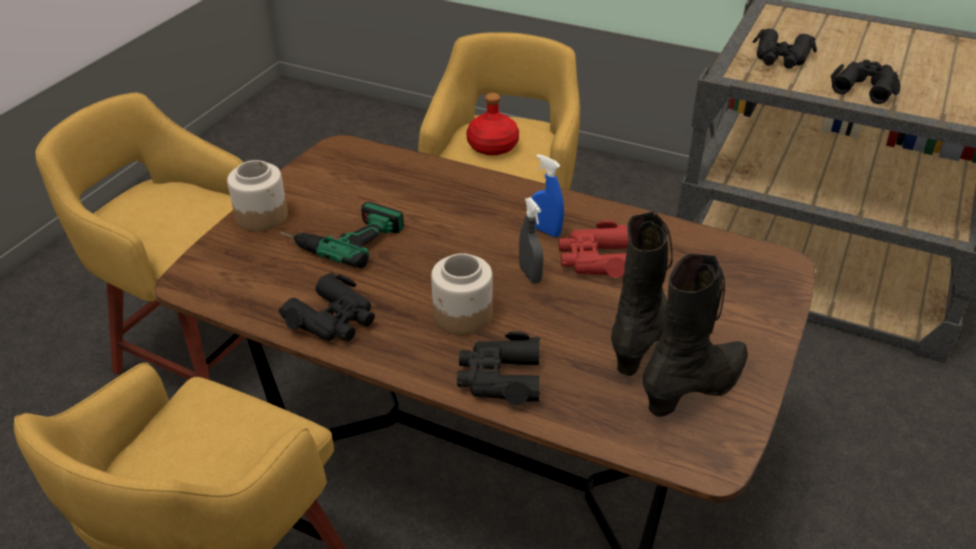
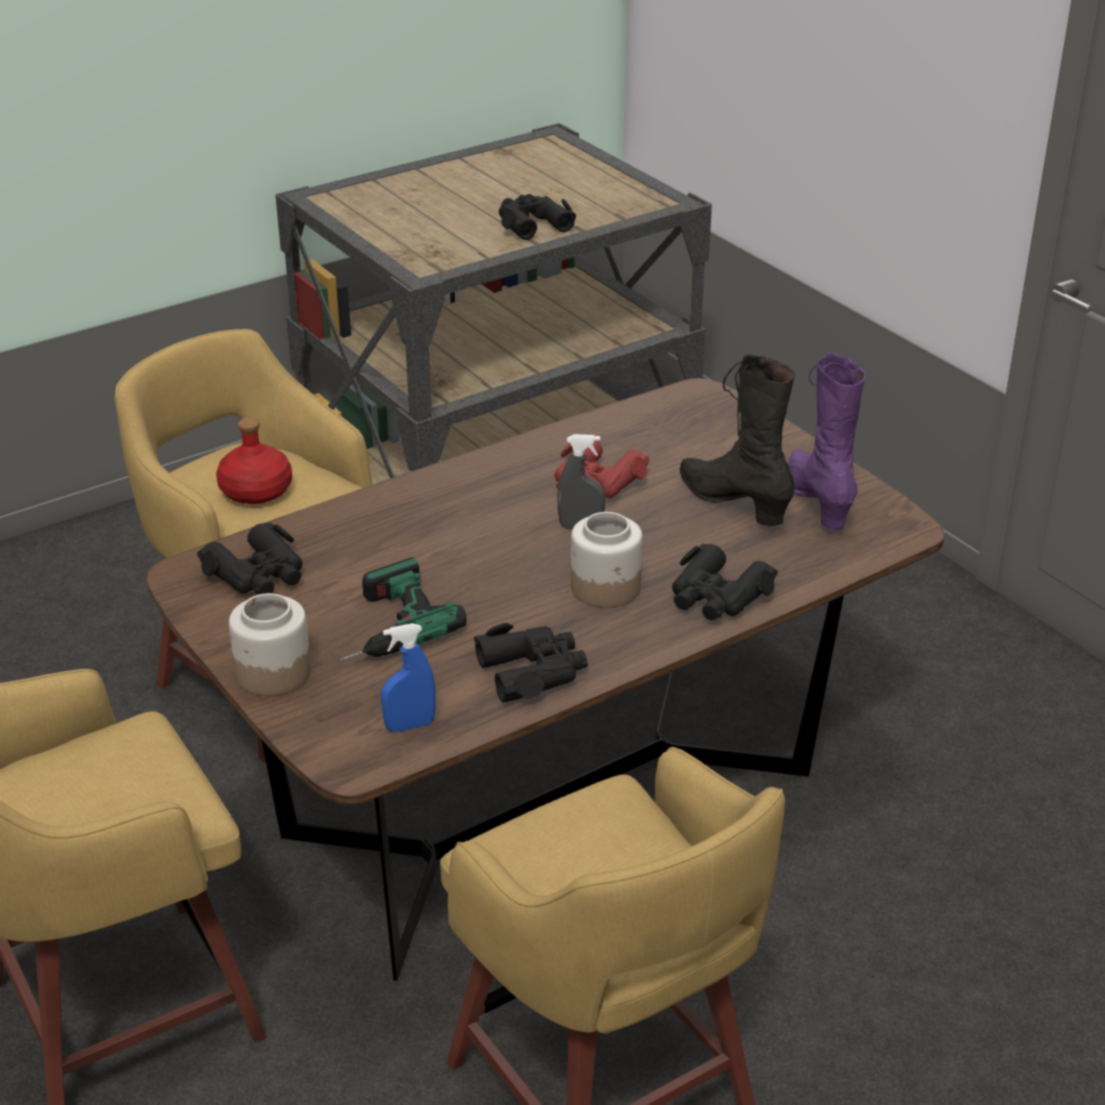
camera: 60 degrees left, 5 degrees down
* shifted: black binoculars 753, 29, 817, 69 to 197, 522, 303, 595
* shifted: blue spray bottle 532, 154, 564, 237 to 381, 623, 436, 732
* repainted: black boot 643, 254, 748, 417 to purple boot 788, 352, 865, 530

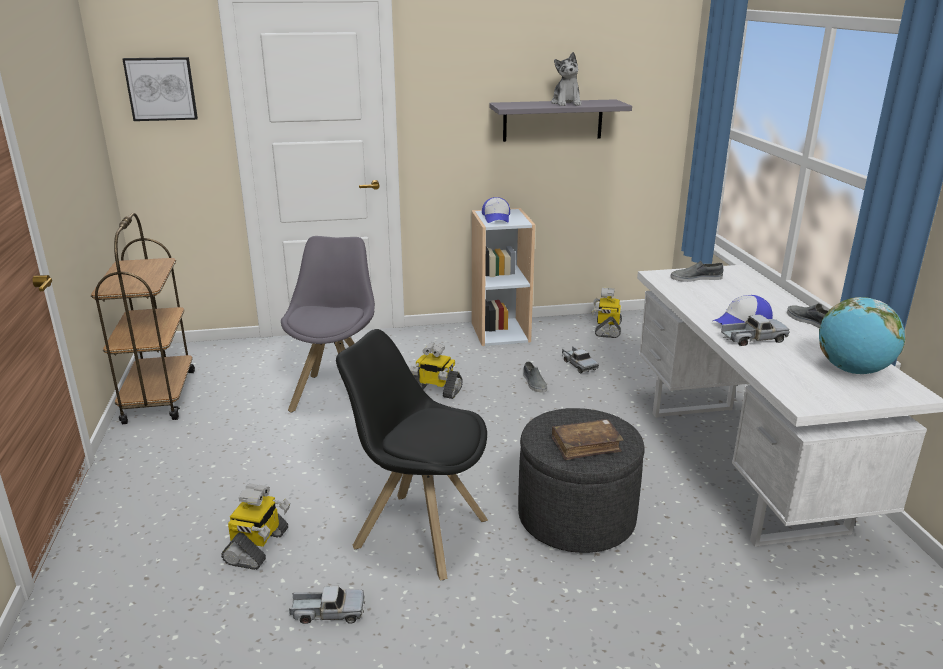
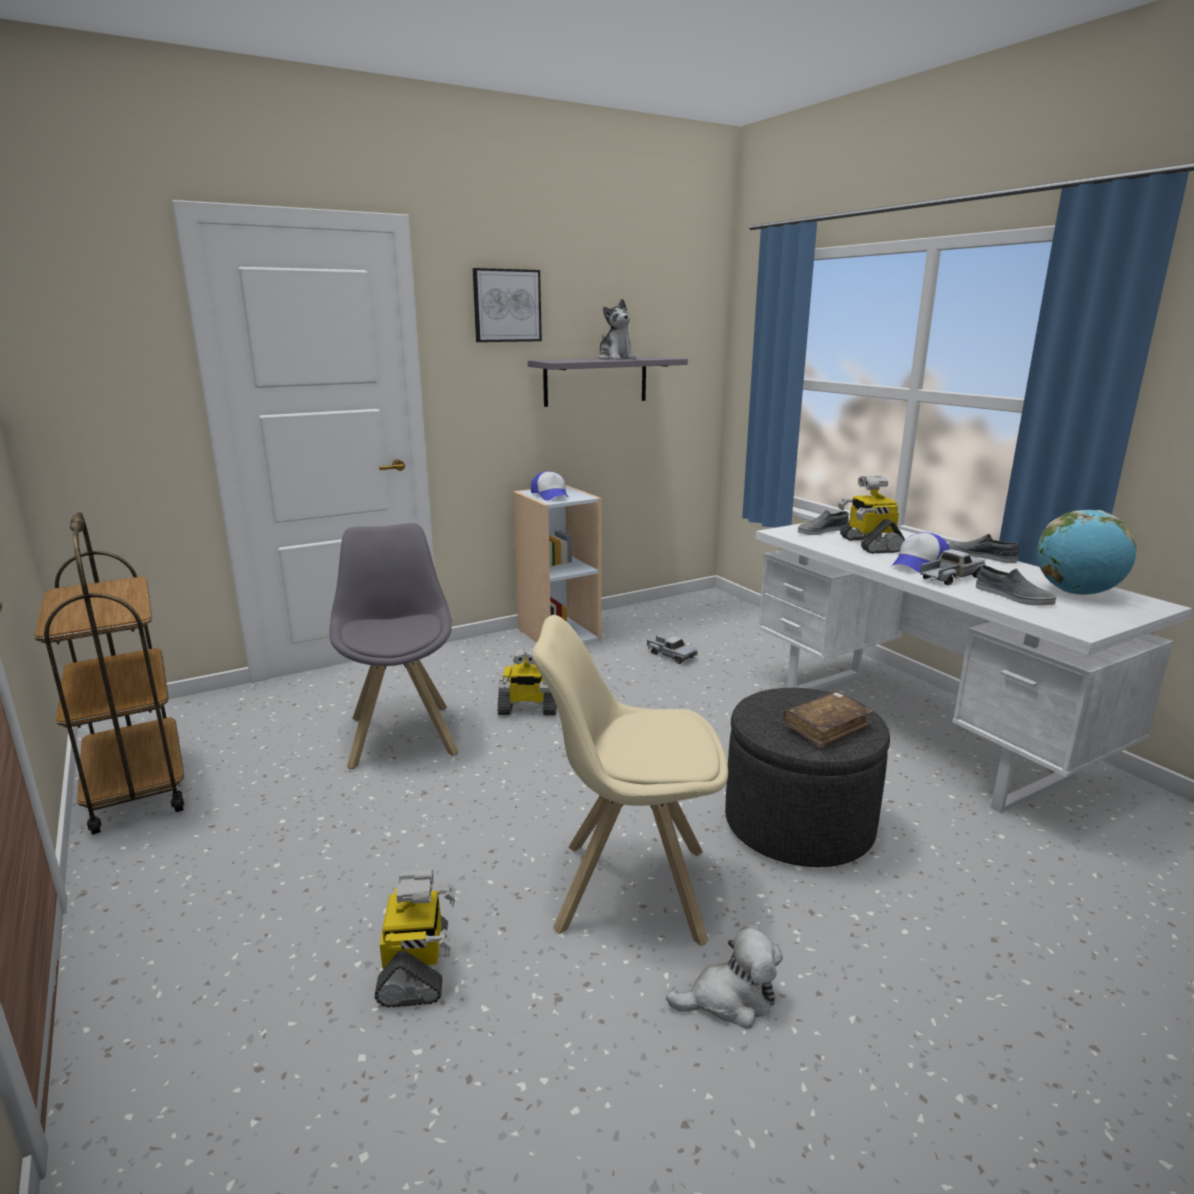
camera: 20 degrees left, 5 degrees down
* shifted: picture 123, 57, 198, 121 to 472, 268, 542, 342
* repainted: black chair 336, 329, 488, 581 to beige chair 532, 615, 728, 946
* new: plush toy 666, 925, 783, 1029
* shifted: toy robot 592, 287, 622, 338 to 838, 476, 905, 554
* shifted: grey shoe 523, 362, 547, 392 to 976, 565, 1056, 606
* gone: toy truck 289, 585, 365, 624

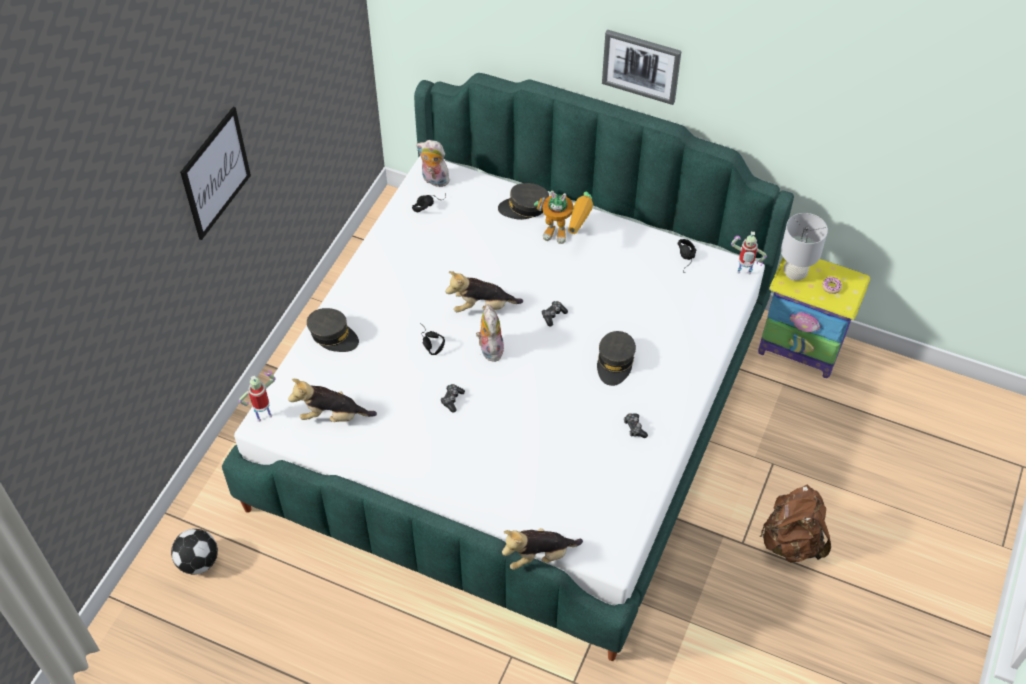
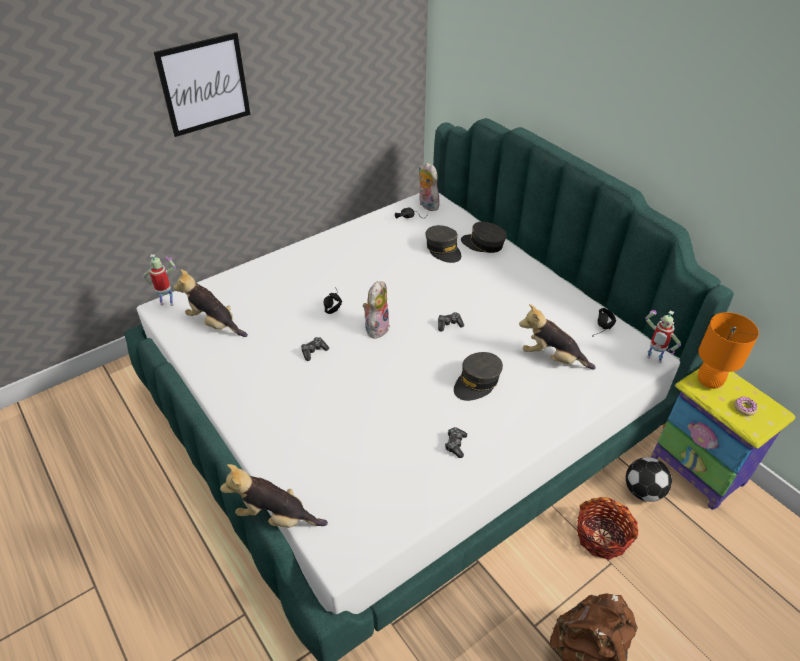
camera: 30 degrees right, 10 degrees down
* shifted: grey cap 307, 308, 359, 352 to 425, 225, 461, 263
* shifted: plush toy 446, 271, 523, 312 to 519, 304, 596, 369
* new: basket 577, 497, 638, 560
* shifted: football 171, 529, 218, 575 to 626, 457, 672, 502
* repainted: grey table lamp 781, 213, 828, 281 to orange table lamp 698, 312, 759, 389
* gone: toy robot 534, 191, 593, 244
* gone: picture 602, 30, 681, 105

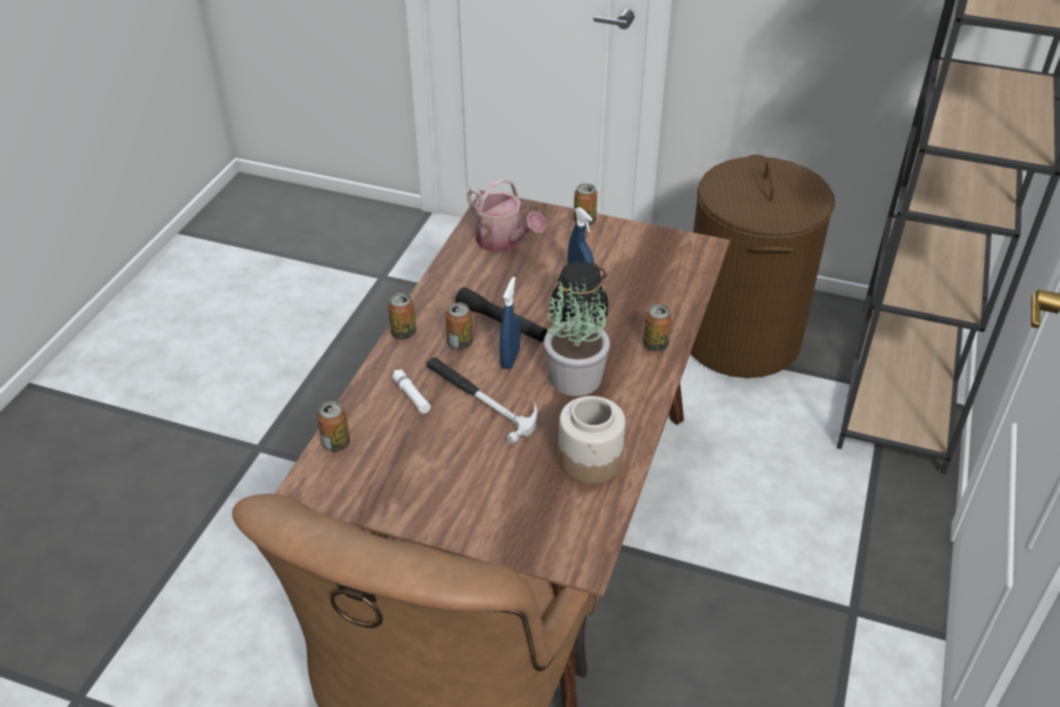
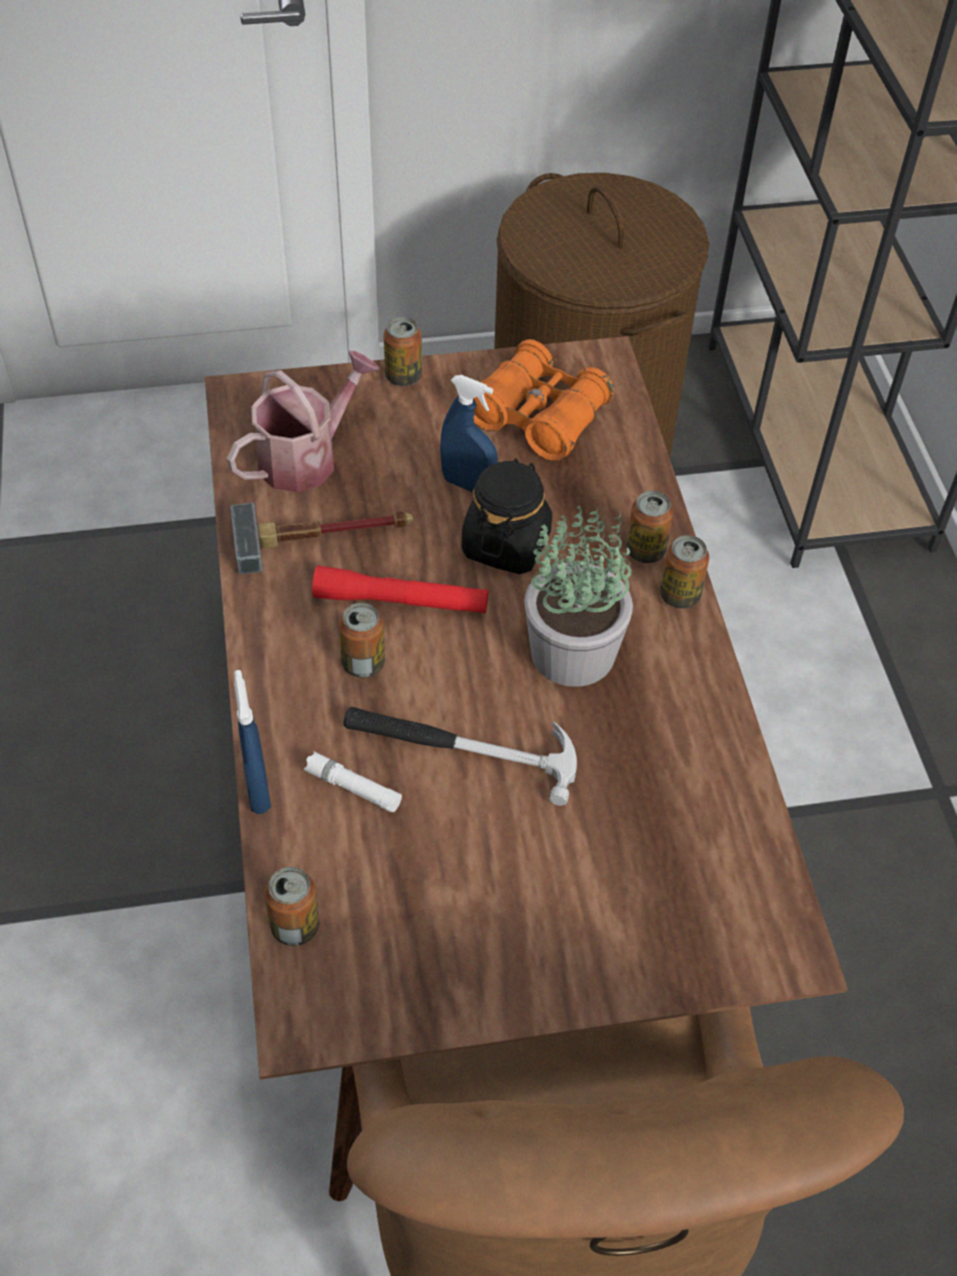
camera: 30 degrees left, 10 degrees up
* rotated: watering can 467, 179, 546, 252 = 227, 351, 380, 493 60 degrees counterclockwise
* new: hammer 230, 502, 413, 574
* shifted: blue spray bottle 500, 277, 520, 369 to 234, 670, 271, 814
* repainted: black flashlight 455, 287, 547, 342 to red flashlight 312, 566, 488, 614
* new: orange binoculars 473, 339, 615, 461
* shifted: can 388, 293, 416, 339 to 660, 535, 709, 609
* gone: jar 558, 396, 625, 484

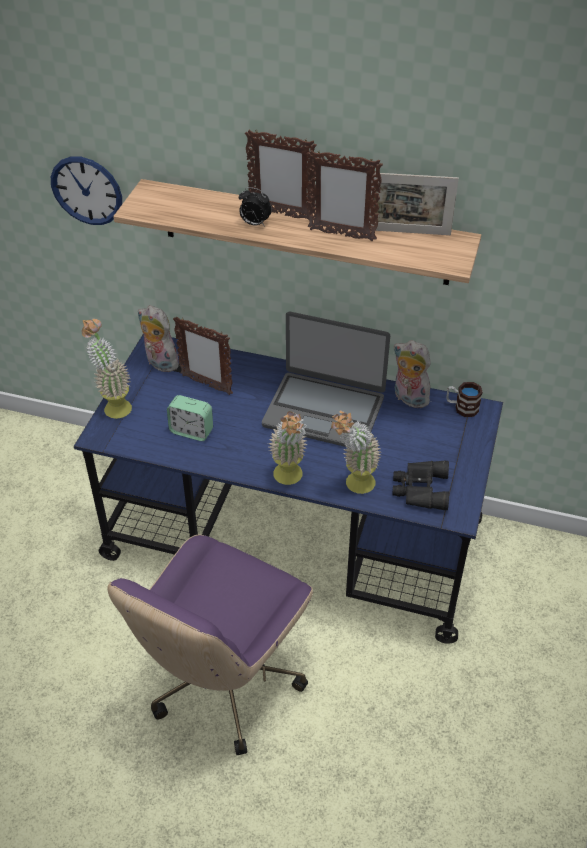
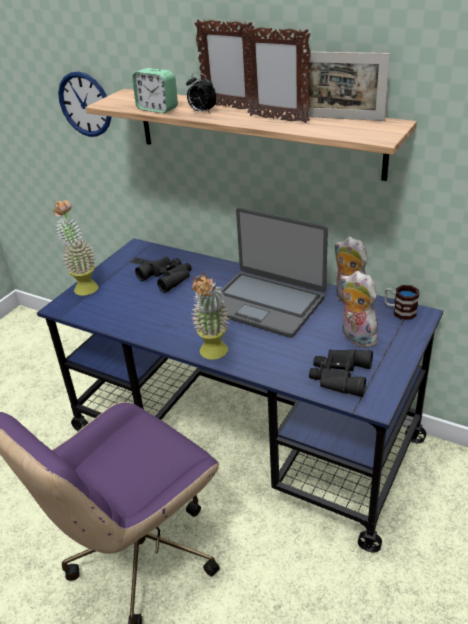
camera: 15 degrees right, 10 degrees down
* shifted: alarm clock 167, 395, 213, 441 to 132, 68, 178, 113
* swapped: picture frame 173, 316, 233, 395 to black binoculars 135, 256, 192, 293
* shifted: plush toy 138, 305, 179, 372 to 341, 271, 378, 348
* gone: potted plant 331, 410, 381, 494

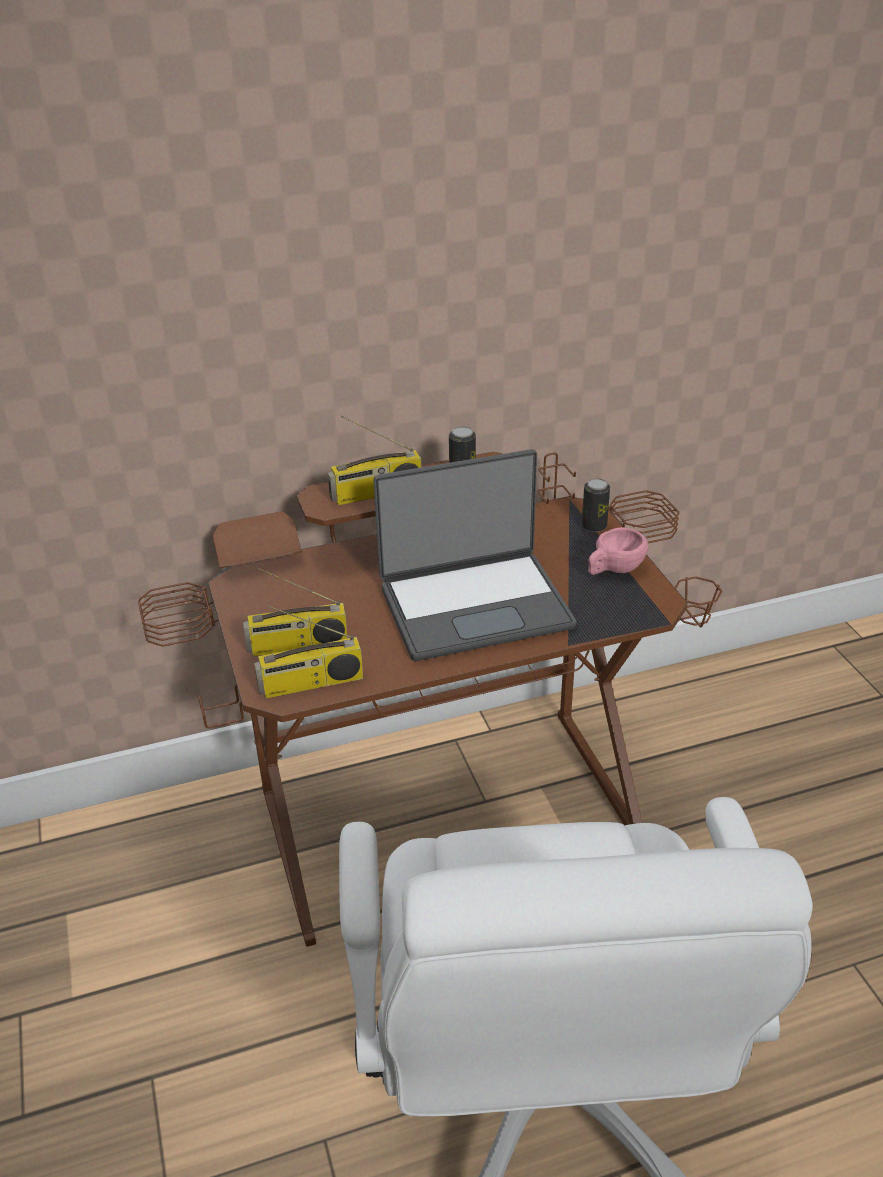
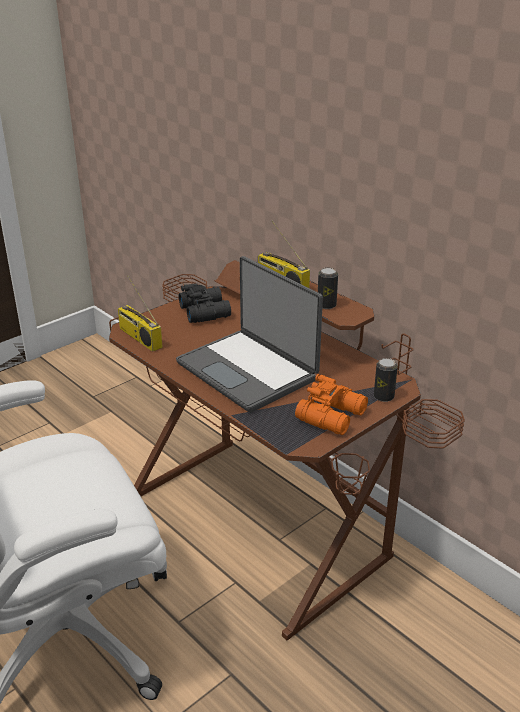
camera: 65 degrees right, 5 degrees down
* new: black binoculars 179, 283, 231, 323
* swapped: pink cup 588, 527, 648, 575 to orange binoculars 295, 374, 368, 435
* gone: radio 243, 567, 348, 657

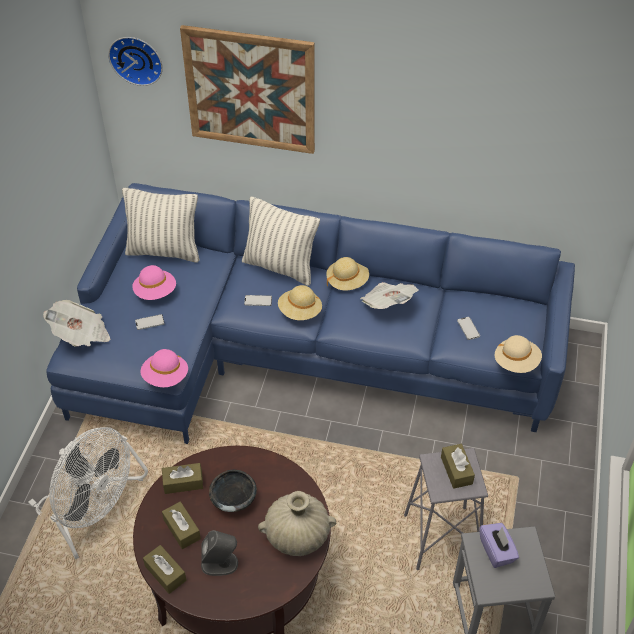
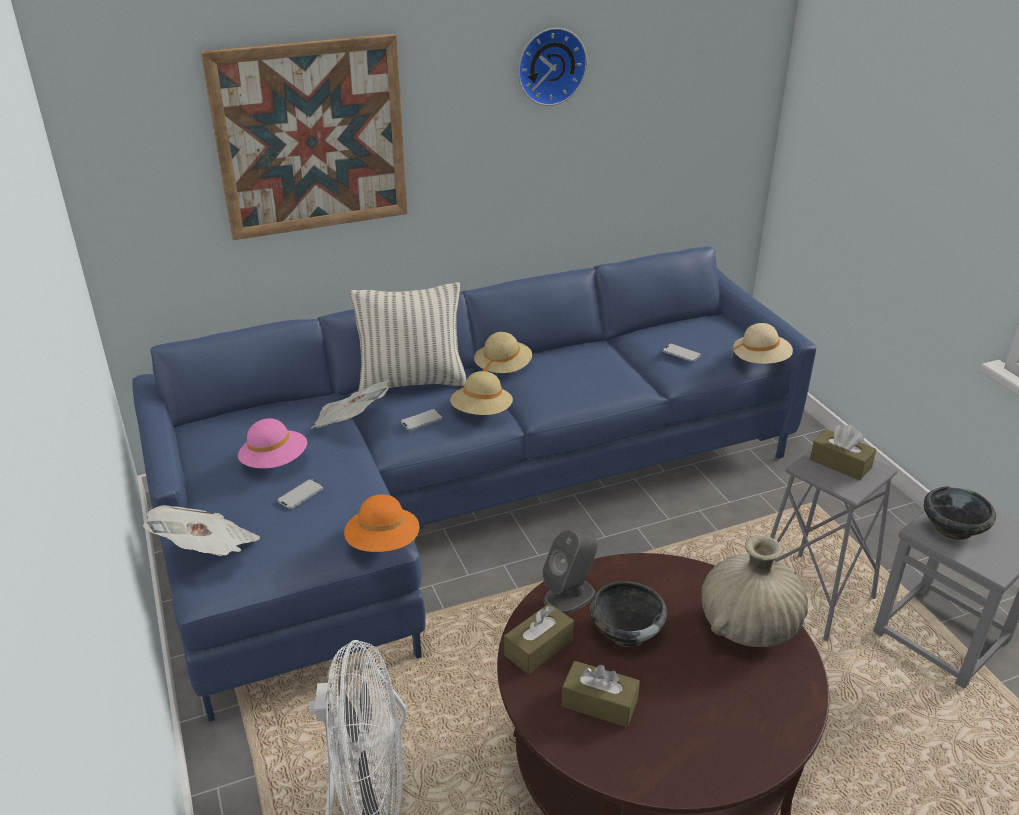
camera: 35 degrees left, 15 degrees down
* shifted: newspaper 360, 282, 419, 309 to 311, 380, 390, 429
* repainted: pink hat 140, 349, 188, 387 to orange hat 344, 494, 420, 552
* shifted: wall clock 108, 37, 163, 86 to 518, 28, 587, 106
* shifted: grey speaker 201, 530, 238, 576 to 543, 530, 598, 614
* swapped: purple tissue box 479, 523, 519, 568 to black bowl 924, 486, 996, 540
* gone: pillow 122, 188, 200, 263
* gone: brown tissue box 143, 545, 187, 594

